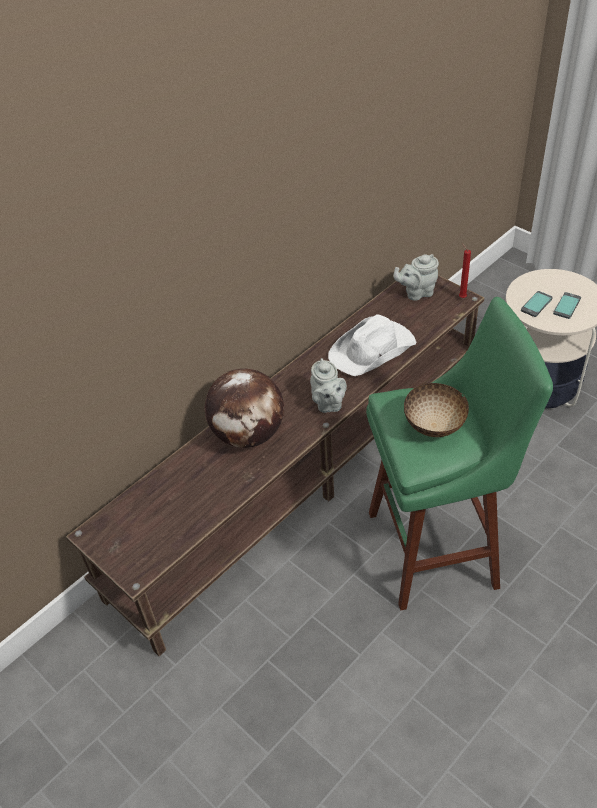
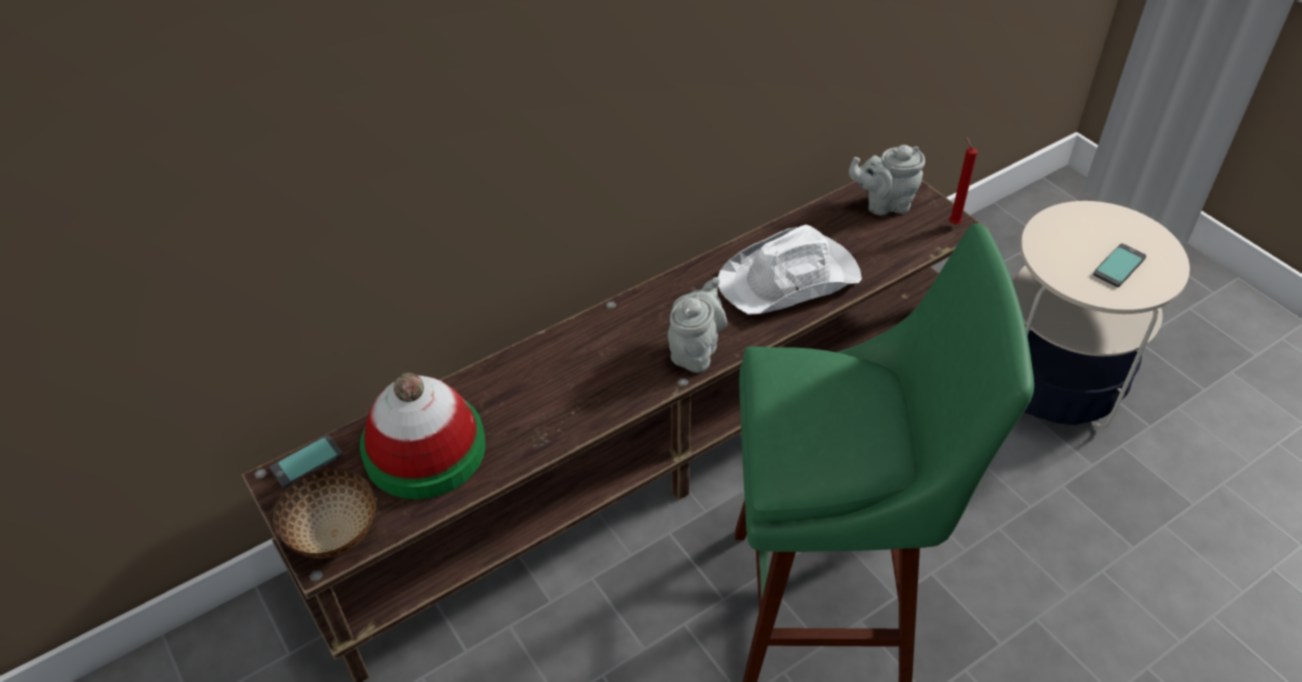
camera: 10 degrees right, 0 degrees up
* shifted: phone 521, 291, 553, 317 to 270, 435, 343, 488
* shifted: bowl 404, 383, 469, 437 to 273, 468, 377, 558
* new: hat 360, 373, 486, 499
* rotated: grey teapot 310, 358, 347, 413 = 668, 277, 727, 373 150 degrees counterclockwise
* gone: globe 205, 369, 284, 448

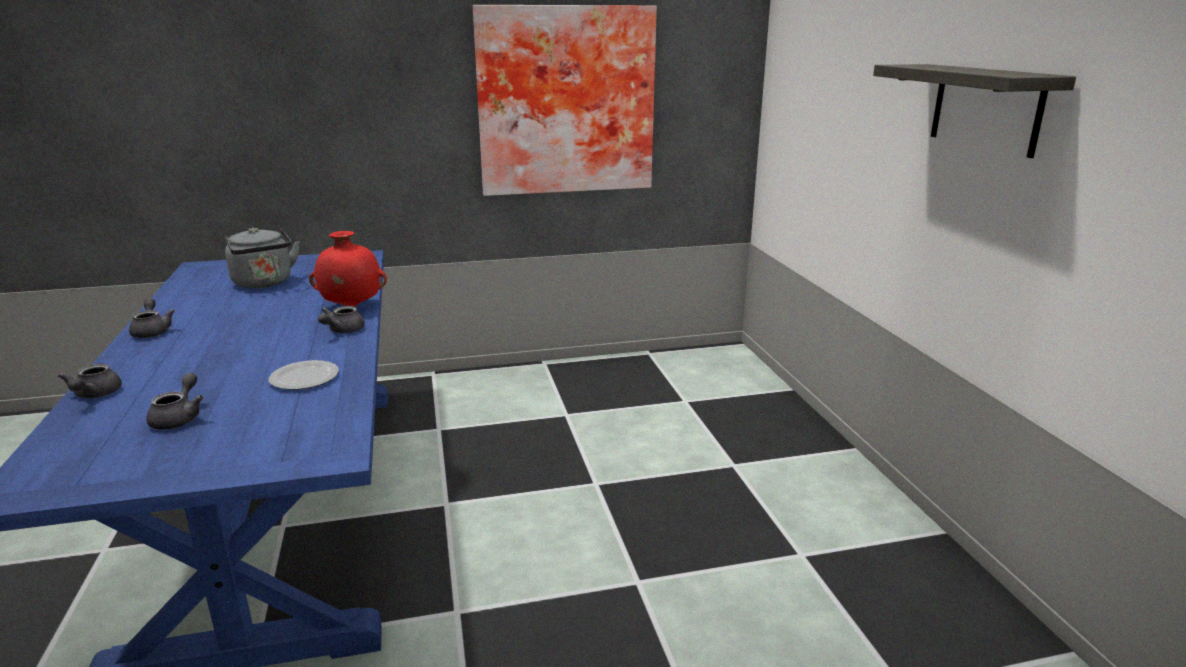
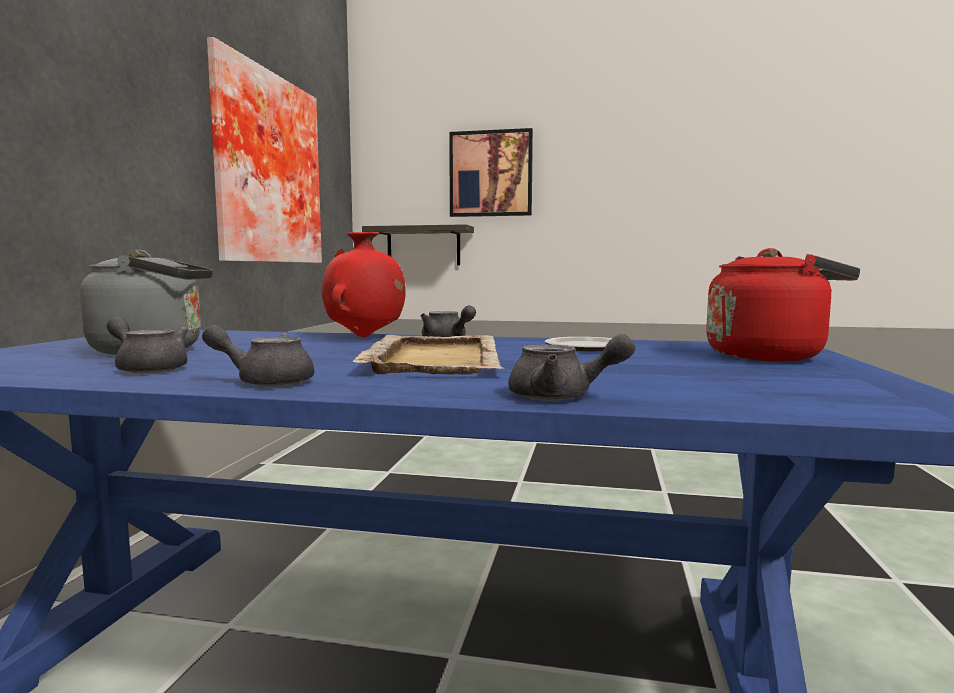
camera: 65 degrees left, 15 degrees down
* shifted: grey teapot 146, 373, 203, 430 to 106, 317, 188, 374
* new: beige tray 352, 335, 503, 375
* shifted: shelf 873, 64, 1076, 158 to 362, 224, 474, 266
* new: picture 449, 128, 533, 217
* new: red kettle 706, 248, 860, 361

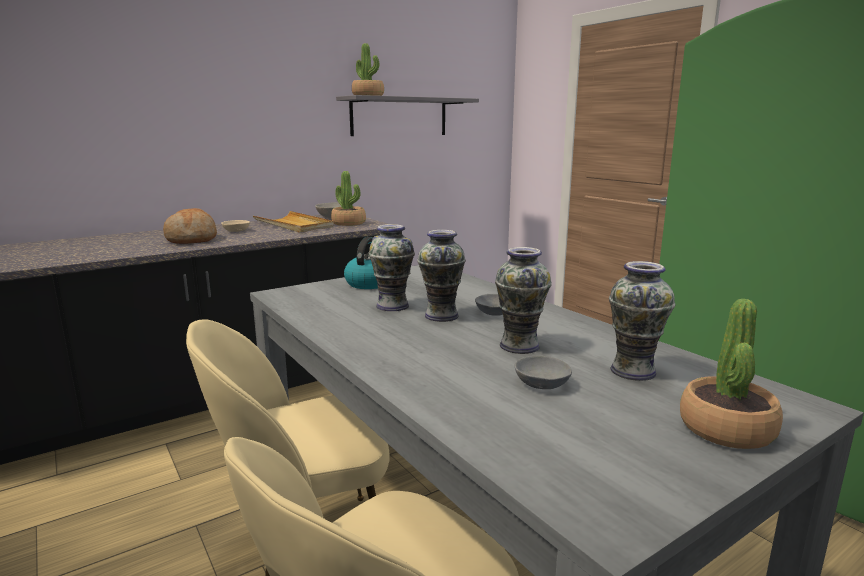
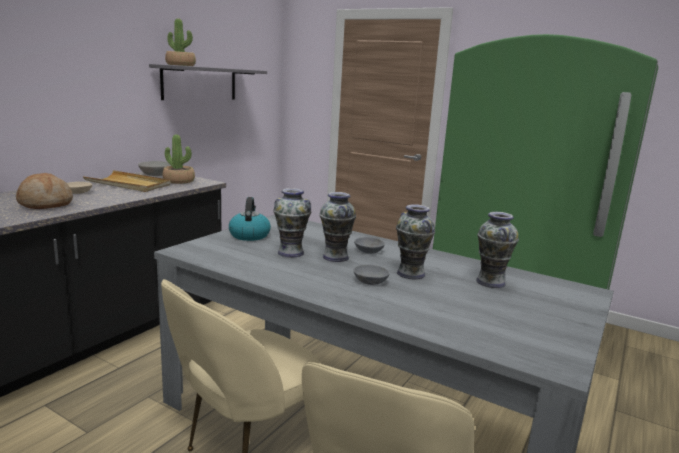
camera: 25 degrees left, 0 degrees up
* shifted: grey bowl 514, 356, 572, 389 to 354, 265, 389, 285
* gone: potted plant 680, 299, 783, 449

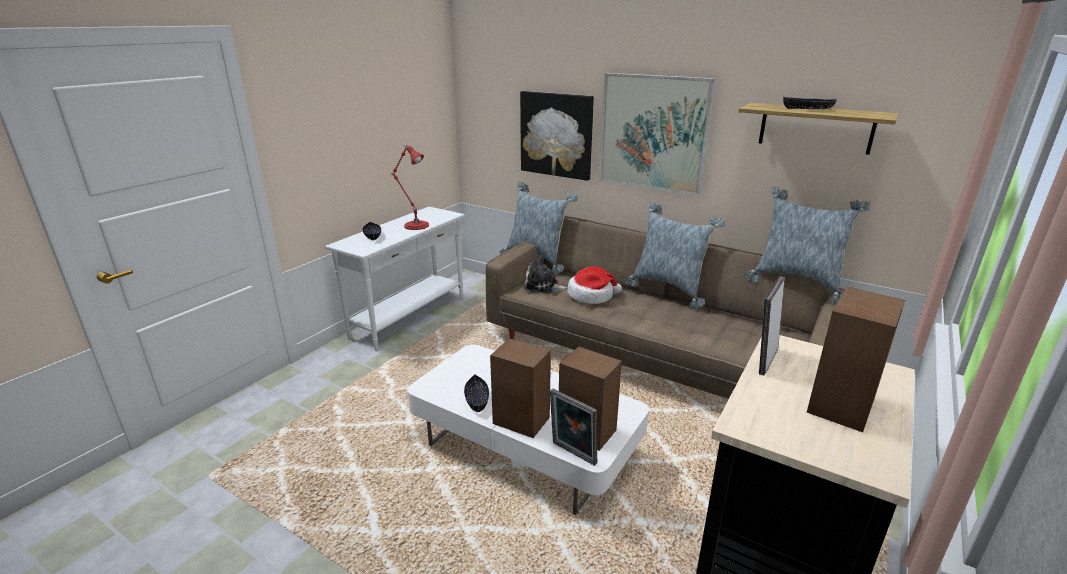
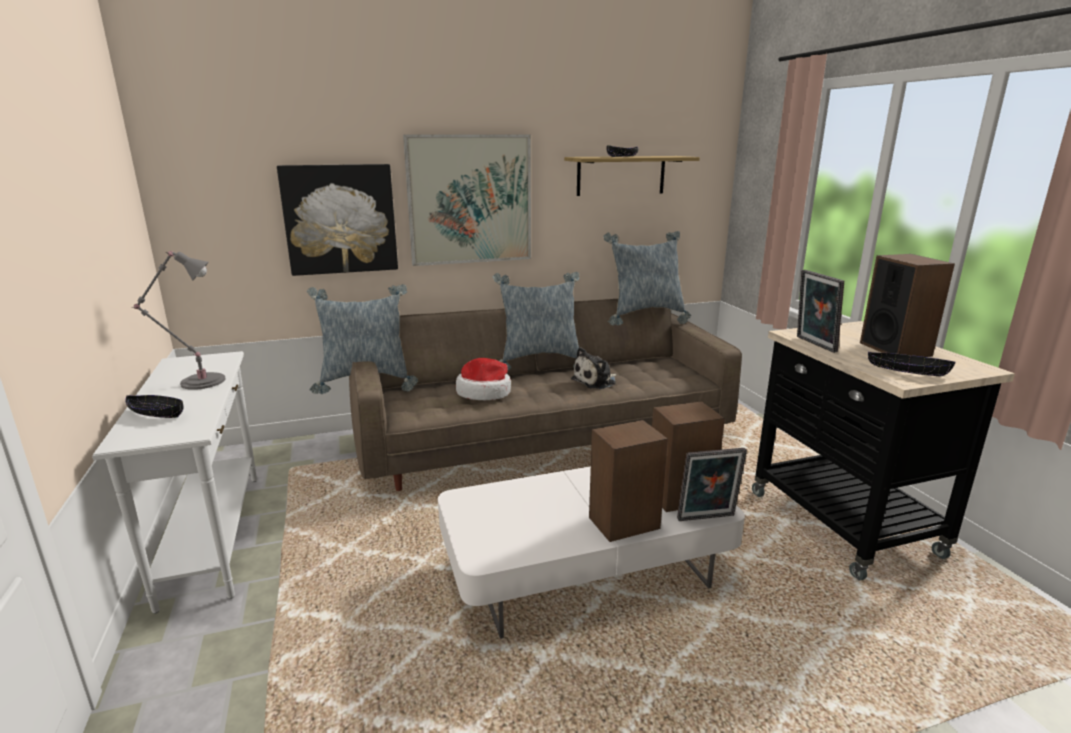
camera: 50 degrees left, 5 degrees down
* repainted: red table lamp 390, 145, 429, 230 to grey table lamp 131, 251, 226, 390
* shifted: plush toy 524, 256, 567, 294 to 571, 347, 617, 389
* shifted: black bowl 464, 374, 489, 412 to 868, 352, 956, 376

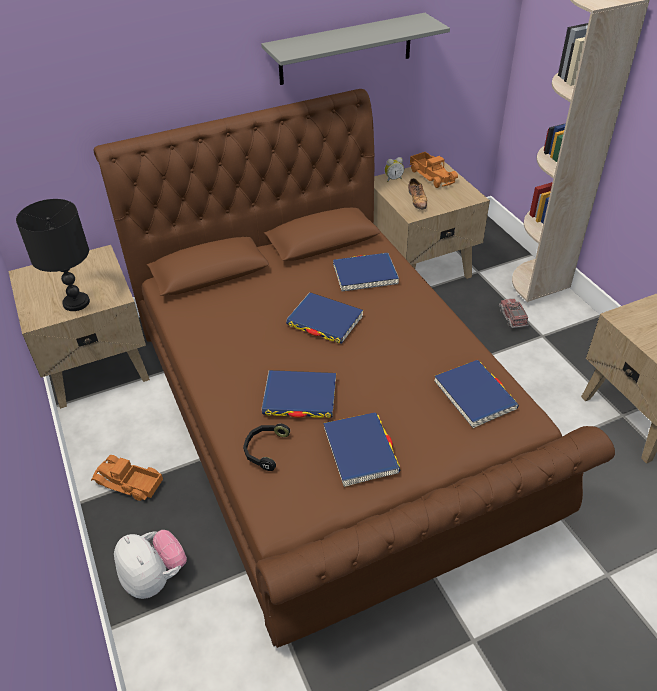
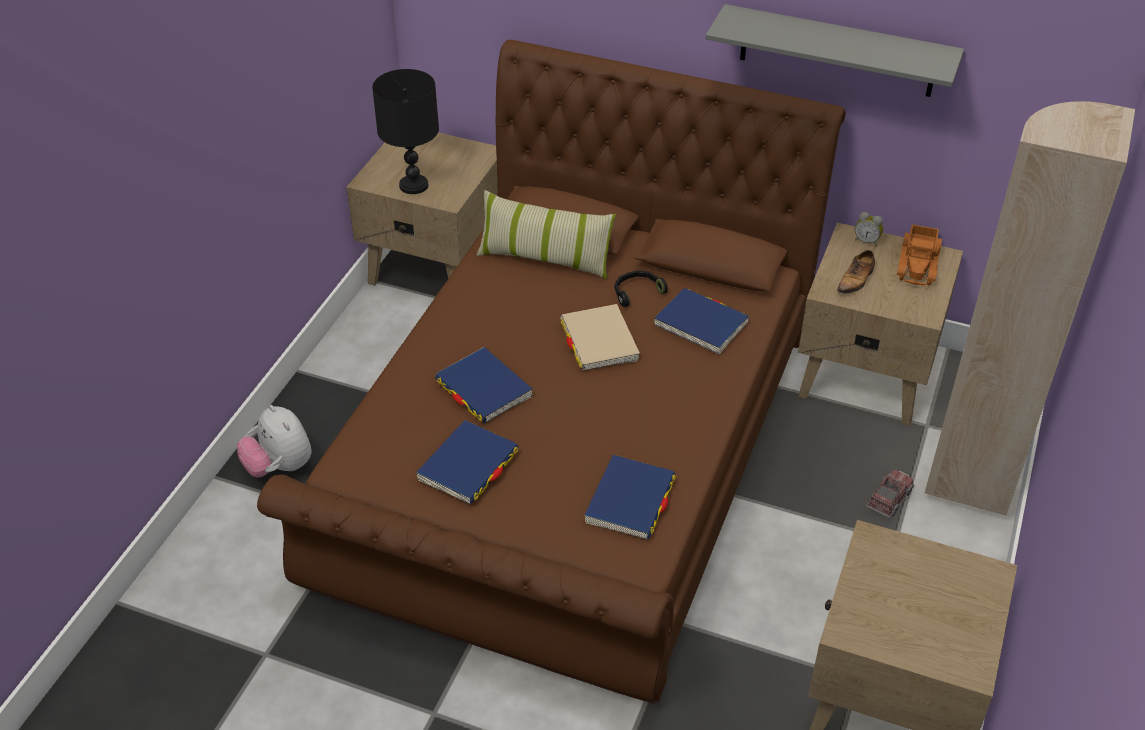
camera: 45 degrees right, 0 degrees up
* rotated: plush toy 114, 530, 187, 599 = 237, 405, 312, 477 135 degrees clockwise
* new: pillow 477, 190, 616, 279
* repainted: blue book 286, 292, 363, 344 to beige book 560, 304, 640, 371
* shifted: black headphones 243, 424, 290, 471 to 615, 270, 668, 307
* gone: toy truck 91, 455, 163, 501

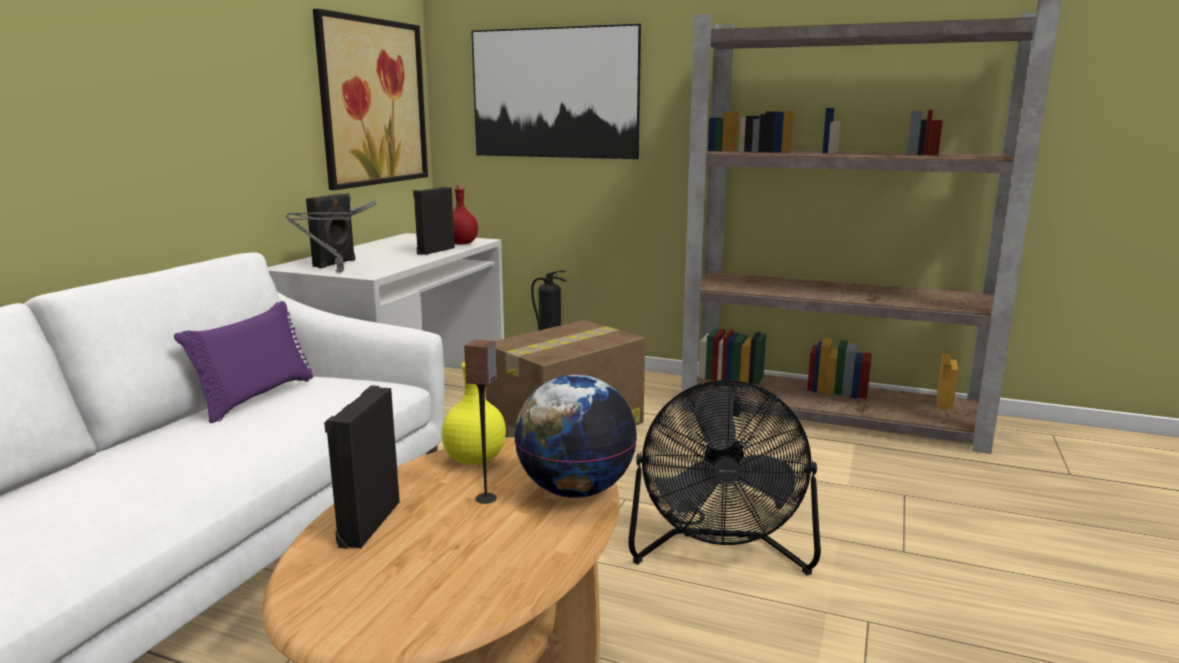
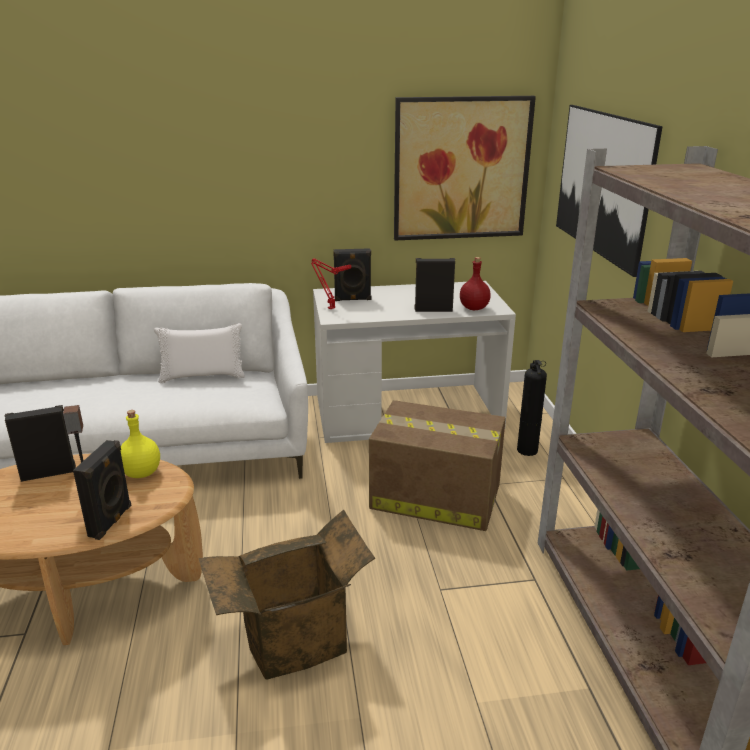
camera: 60 degrees right, 10 degrees up
* swapped: globe 514, 375, 637, 498 to black speaker 73, 440, 132, 540
* repainted: purple pillow 174, 301, 313, 423 to white pillow 154, 323, 245, 384
* swapped: black fan 628, 380, 821, 576 to cardboard box 198, 510, 375, 680
* repainted: grey table lamp 286, 200, 376, 272 to red table lamp 311, 258, 352, 309

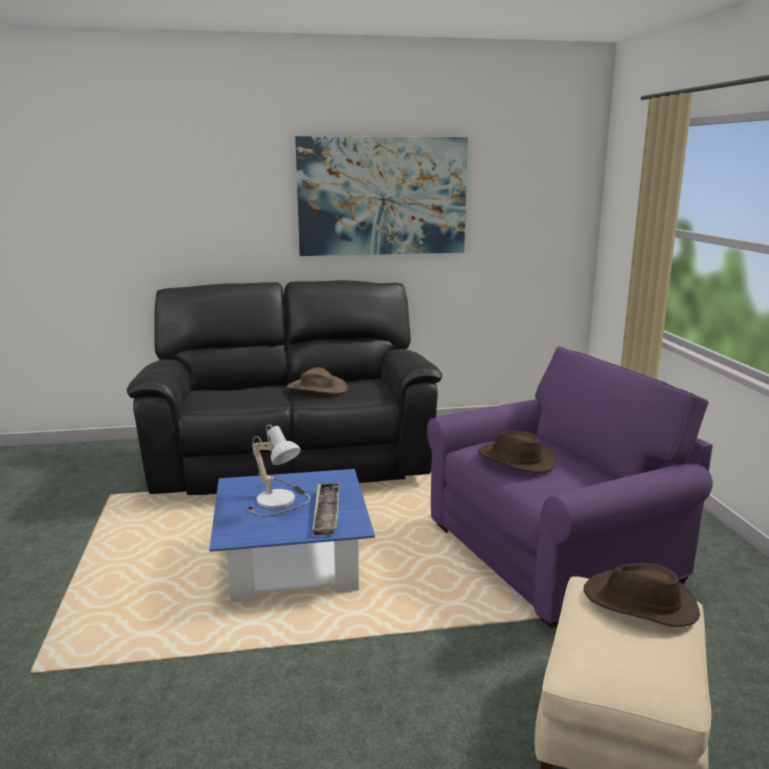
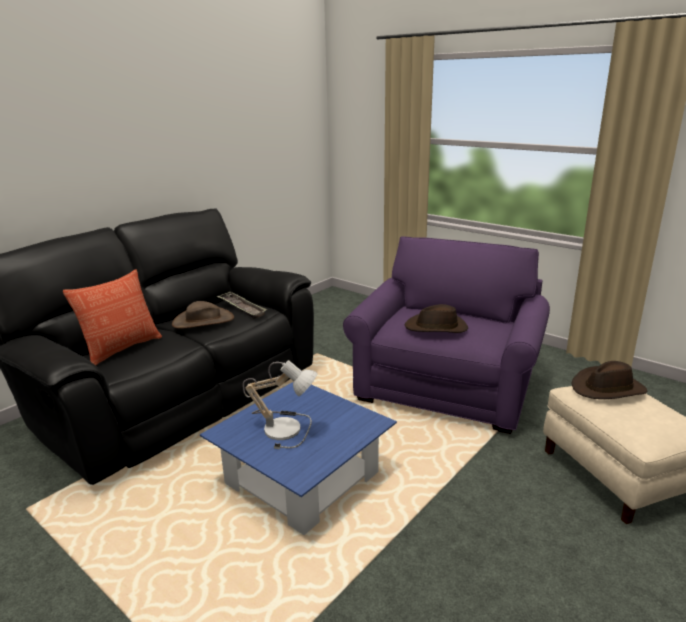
camera: 40 degrees left, 5 degrees up
* new: orange pillow 63, 269, 162, 365
* shifted: tray 312, 482, 340, 535 to 217, 292, 267, 319
* gone: picture 295, 136, 468, 256

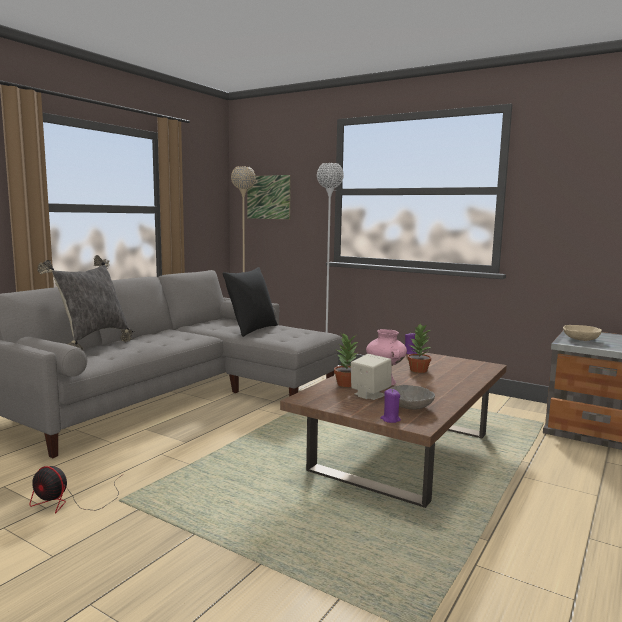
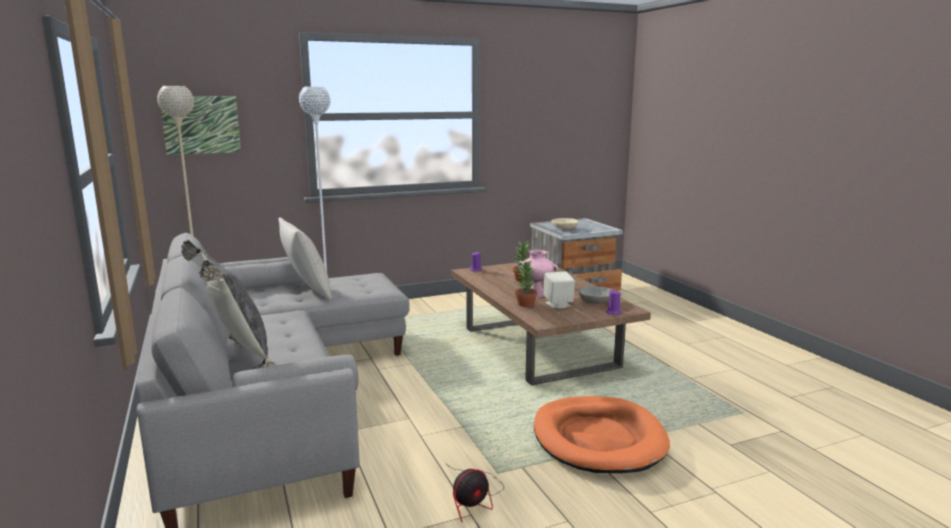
camera: 55 degrees left, 5 degrees up
* repainted: black pillow 223, 267, 278, 337 to beige pillow 278, 217, 332, 300
* new: orange dog bed 534, 396, 670, 473

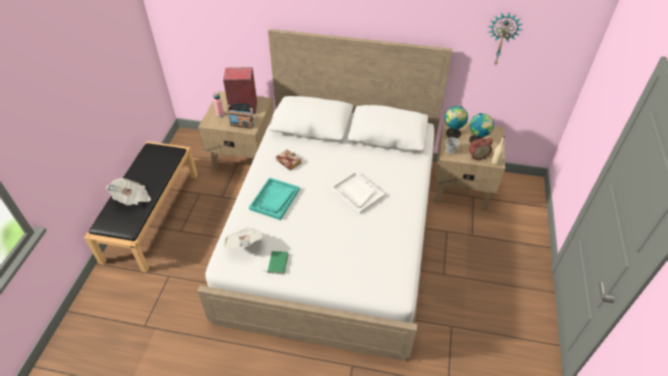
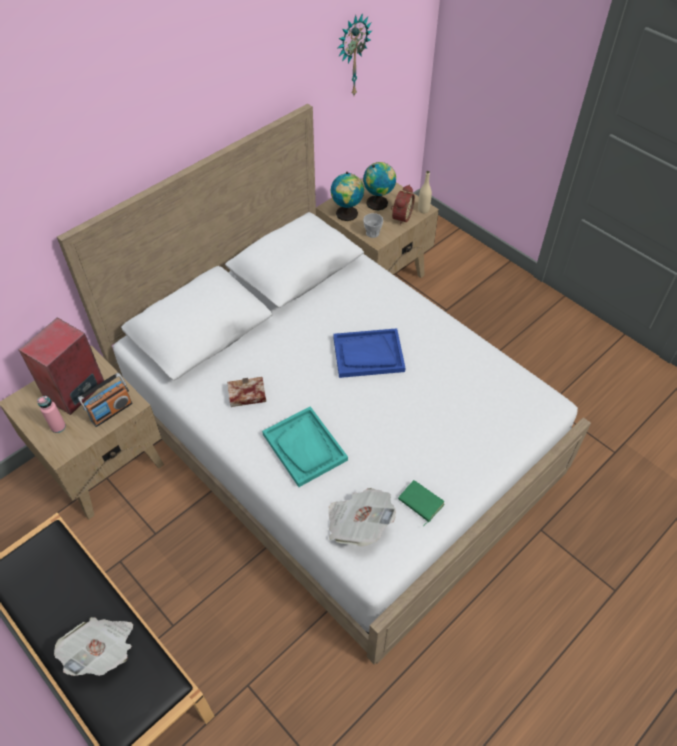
camera: 55 degrees left, 5 degrees up
* repainted: white tray 331, 171, 385, 214 to blue tray 333, 328, 405, 378

